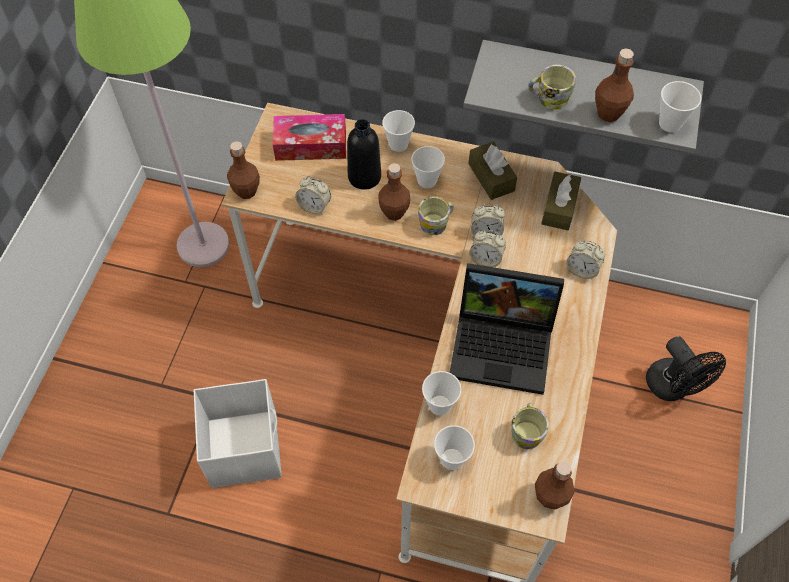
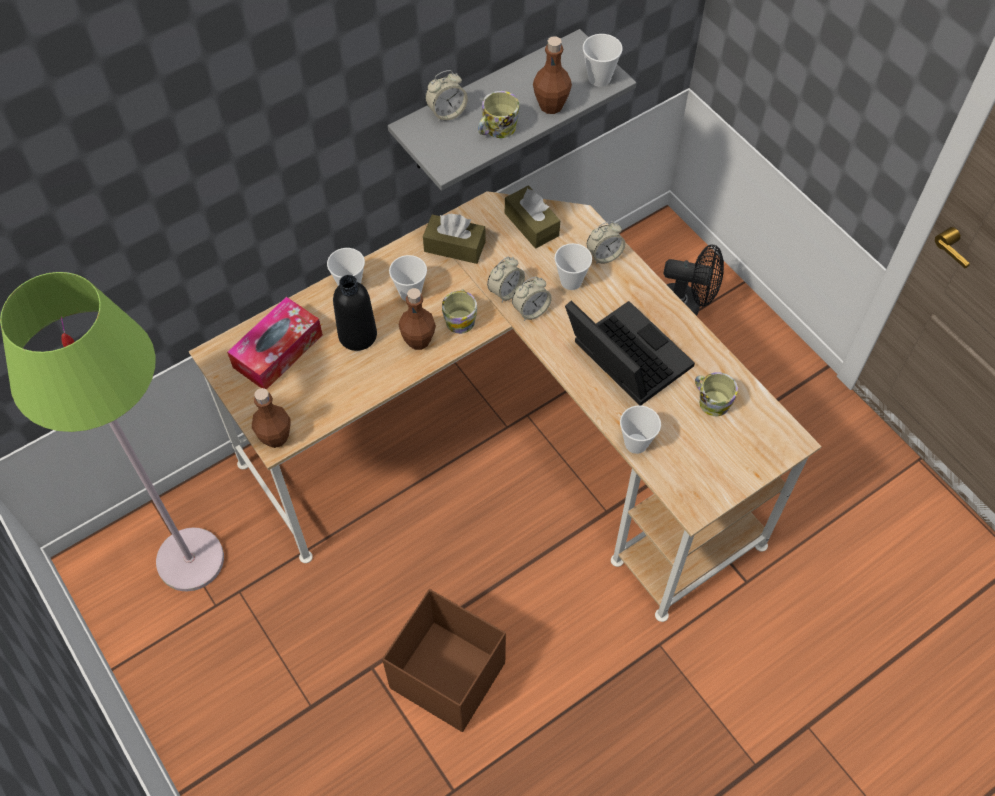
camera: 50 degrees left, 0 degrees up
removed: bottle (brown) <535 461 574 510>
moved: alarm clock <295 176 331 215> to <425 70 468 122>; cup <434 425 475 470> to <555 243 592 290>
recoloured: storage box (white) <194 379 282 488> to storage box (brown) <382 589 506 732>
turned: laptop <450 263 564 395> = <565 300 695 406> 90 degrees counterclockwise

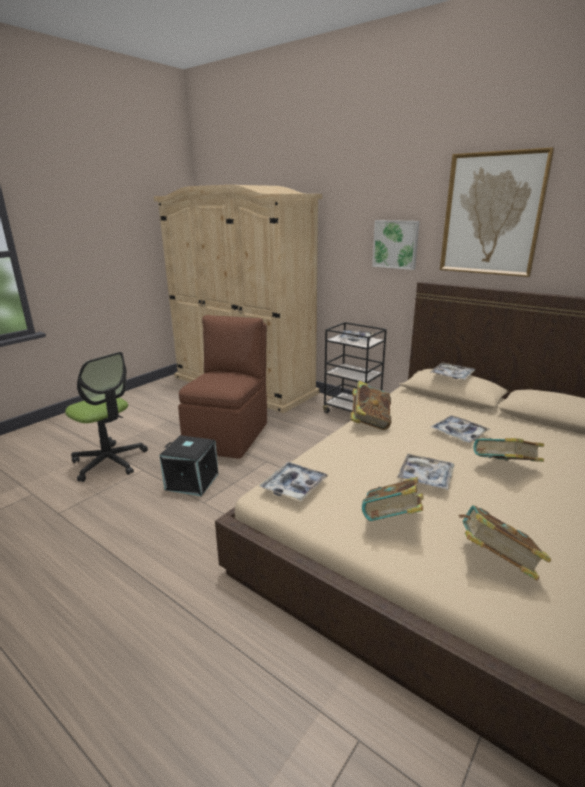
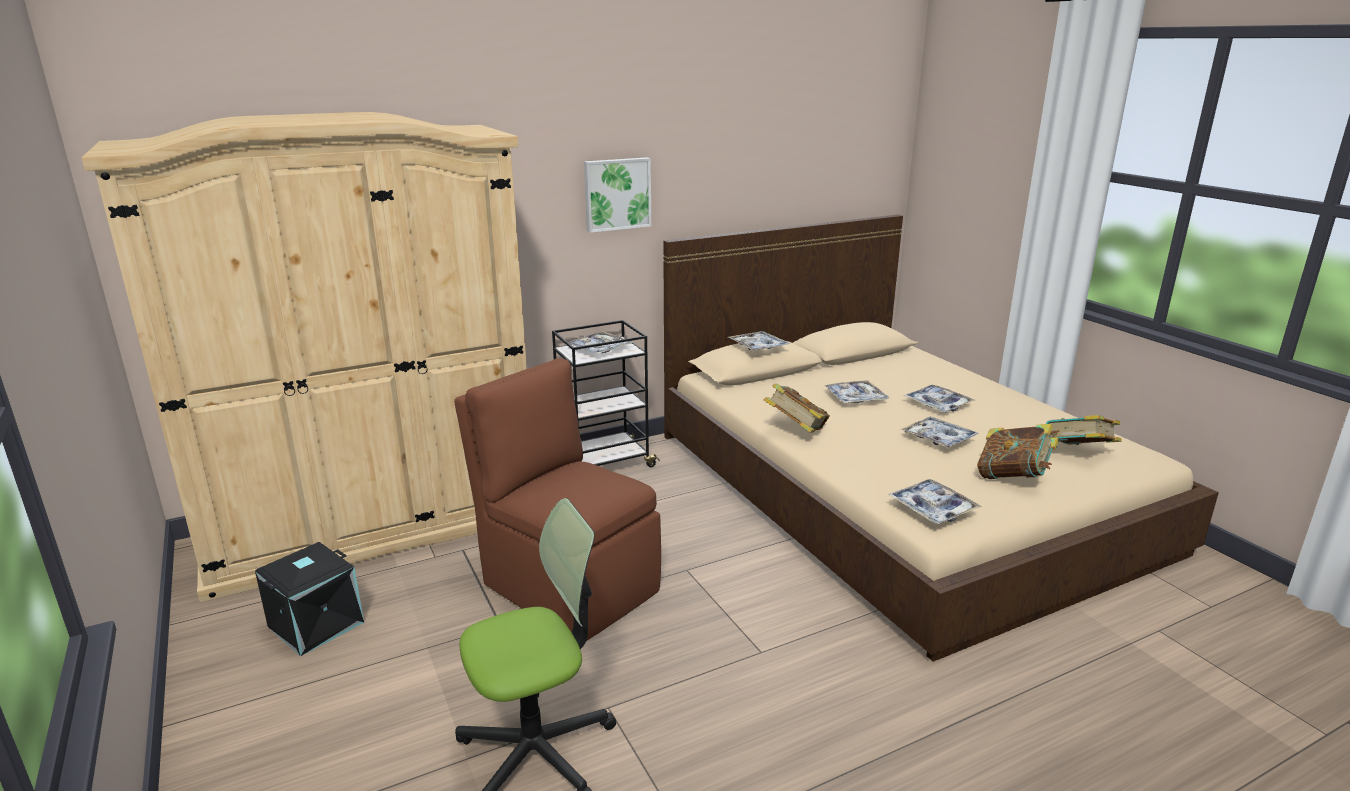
camera: 65 degrees left, 0 degrees up
removed: picture <440 147 554 277>
moved: storage box (black) <160 435 218 496> to <255 542 364 656>
replaced: book <473 438 544 462> to tray <903 385 975 412>

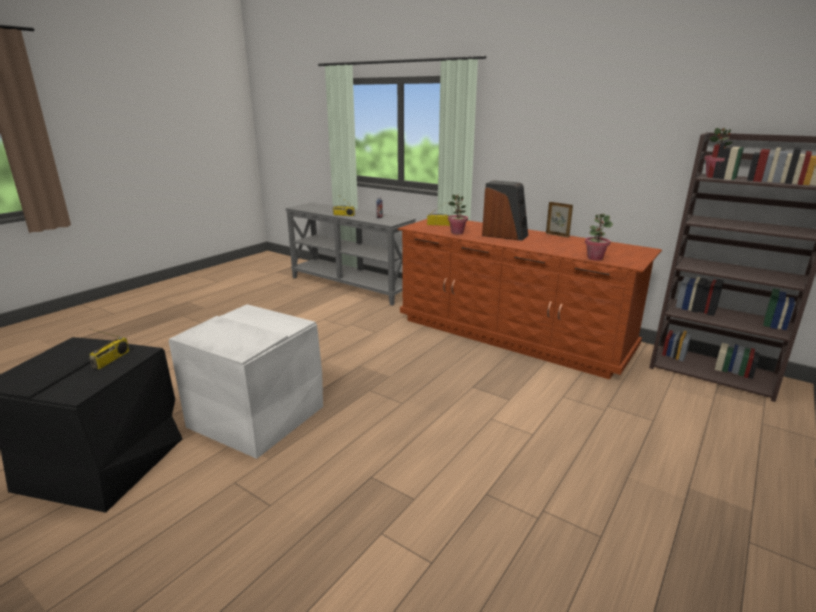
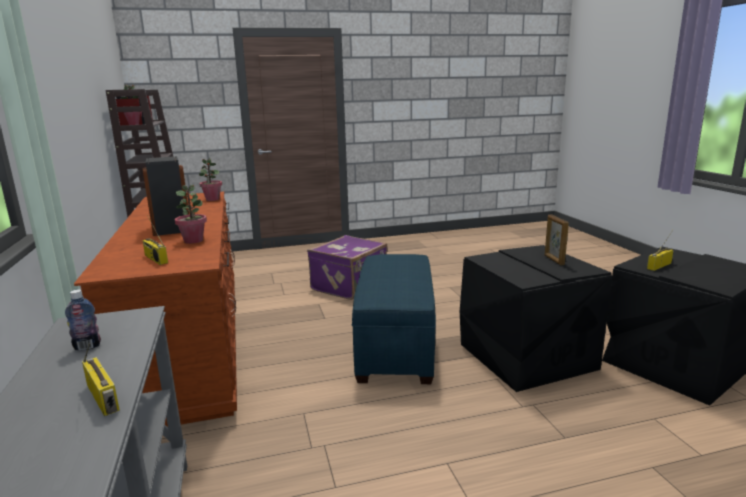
camera: 140 degrees left, 5 degrees down
added: suitcase (purple) <307 235 388 300>; ottoman (blue) <352 254 436 384>
moved: picture frame <546 202 573 238> to <545 215 569 265>
recoloured: storage box (white) <169 304 323 459> to storage box (black) <460 245 612 392>

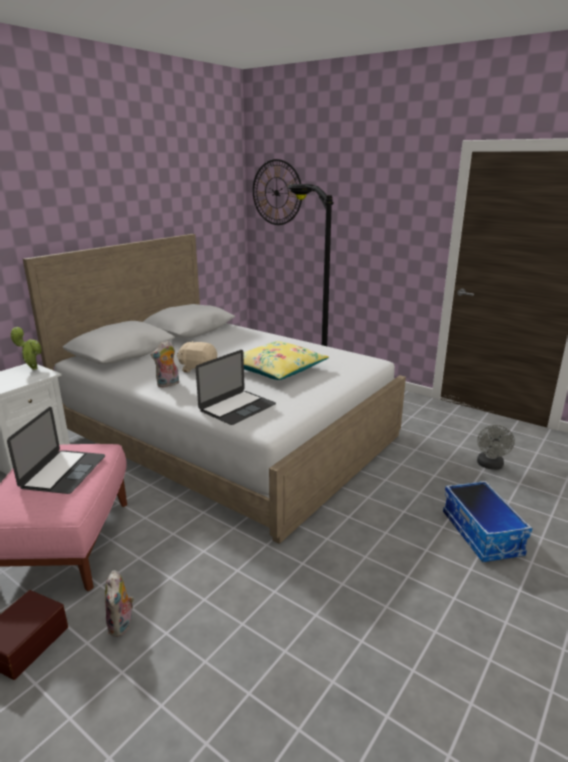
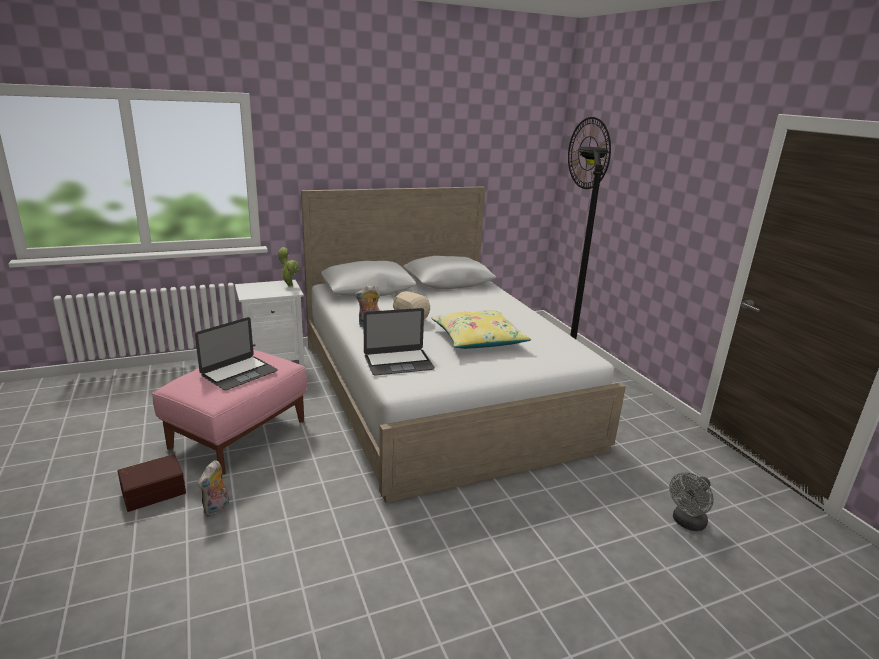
camera: 30 degrees right, 0 degrees up
removed: storage box <443 481 532 562>

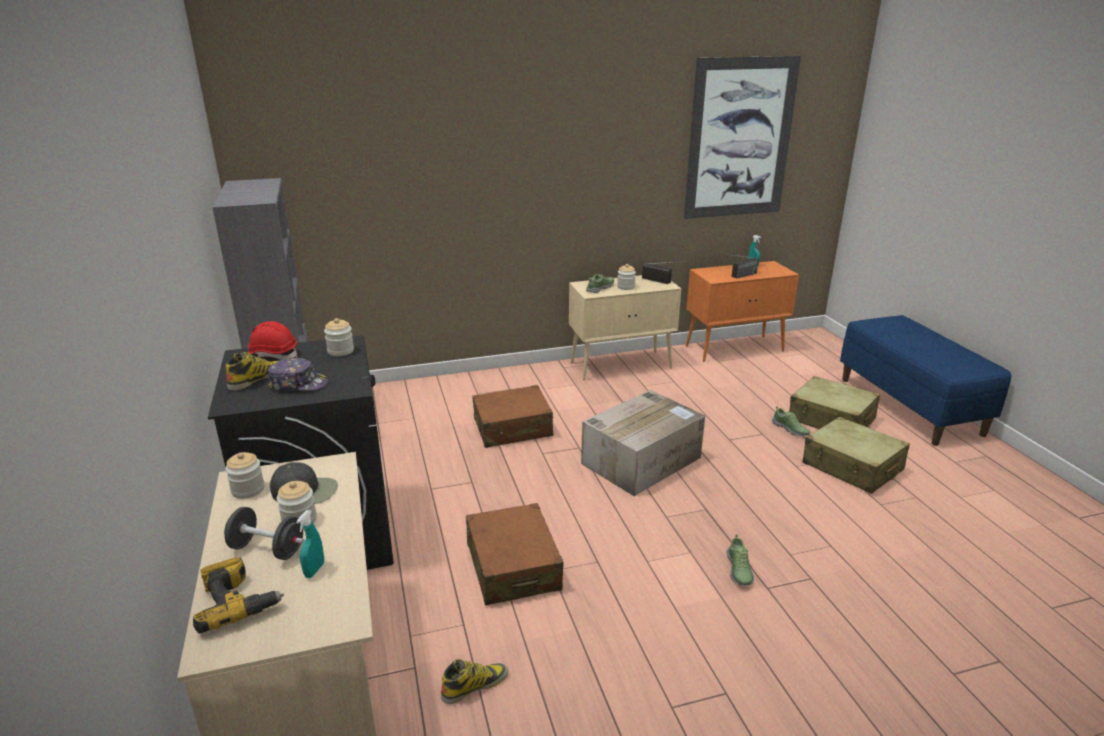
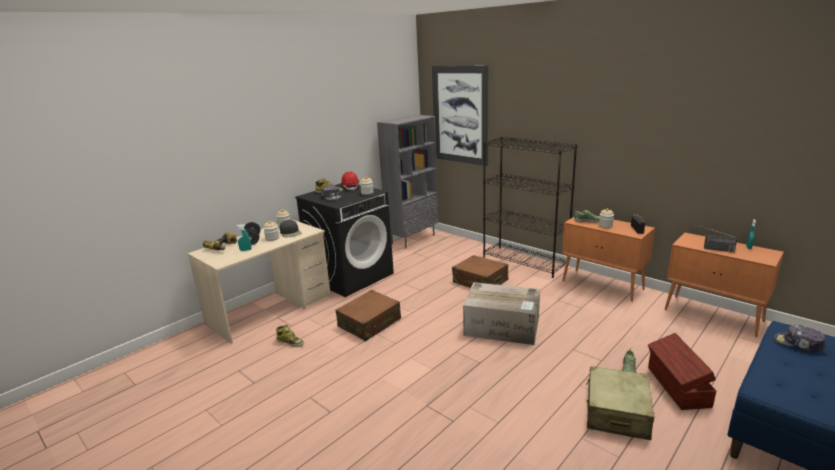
camera: 60 degrees right, 5 degrees down
removed: shoe <726 534 754 586>
added: bookcase (black) <483 137 577 278>; cap <774 325 826 352>
moved: picture <684 56 801 219> to <432 66 488 166>
replaced: suitcase (beige) <789 376 880 429> to storage box (brown) <648 333 716 410>
recoloured: cabinet (beige) <569 275 681 380> to cabinet (orange) <562 217 655 302>

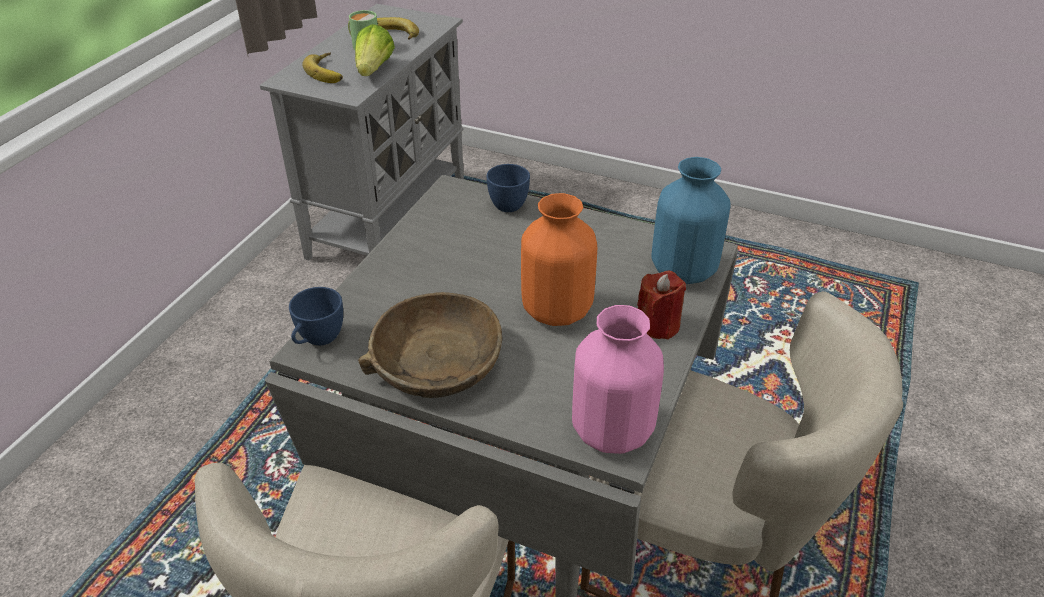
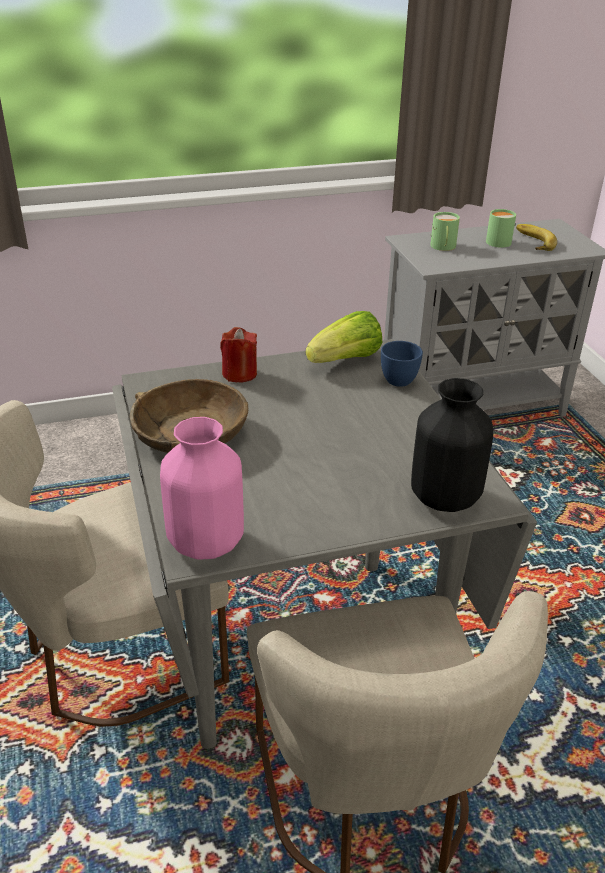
camera: 50 degrees right, 5 degrees down
removed: cup (blue) <289 287 343 346>; vase (orange) <521 193 597 326>
moved: candle (red) <637 271 686 339> to <220 327 257 383>; lettuce <355 24 395 76> to <306 311 383 363>
replaced: banana <302 53 343 83> to mug (green) <430 212 460 251>
recoloured: vase (blue) <651 157 730 284> to vase (black) <411 378 493 512>

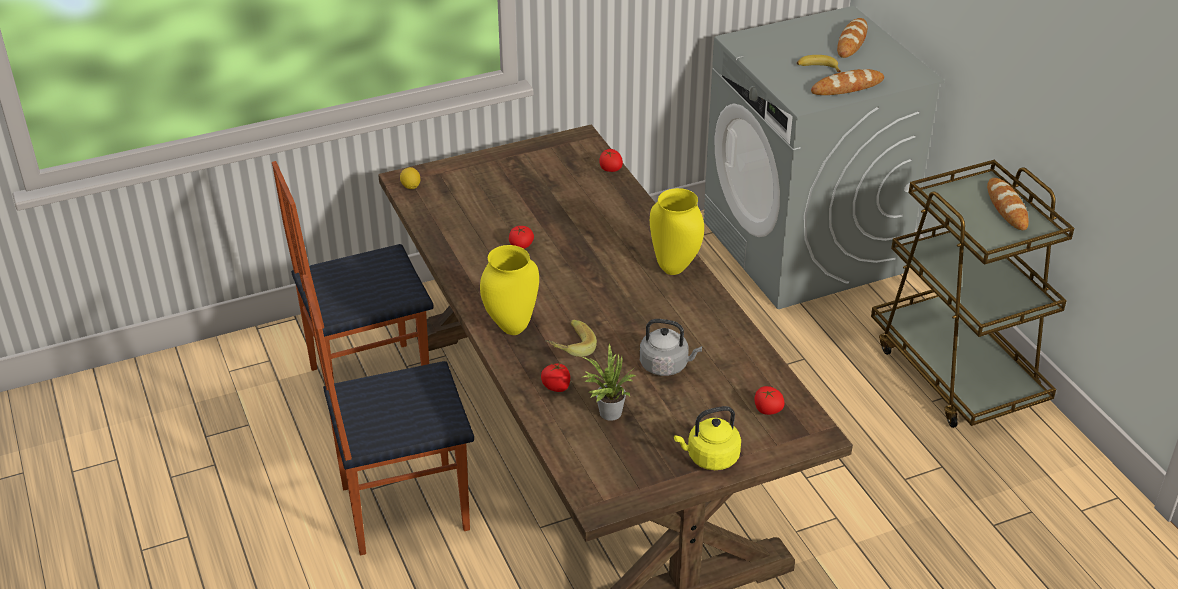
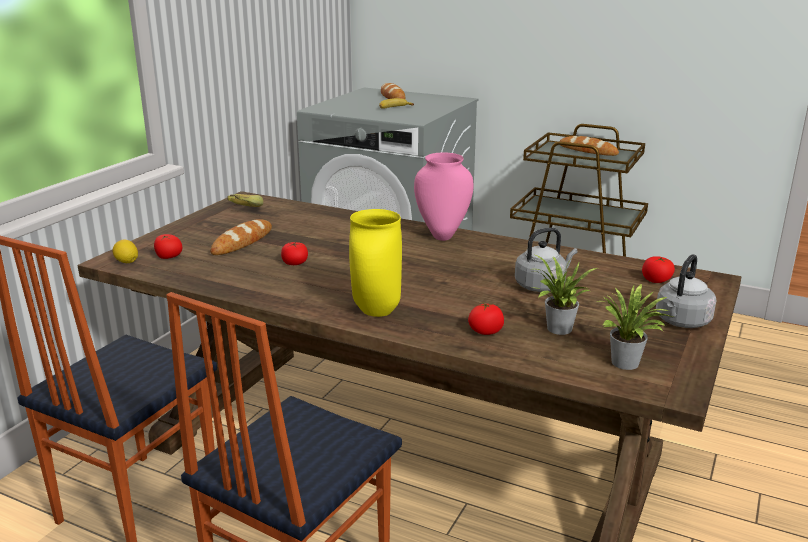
camera: 40 degrees left, 15 degrees down
added: potted plant <595 284 673 370>
moved: tomato <599 149 623 172> to <154 234 183 259>; bread <811 69 884 95> to <210 219 272 255>; banana <545 320 597 357> to <227 194 263 207>
recoloured: vase (yellow) <650 188 704 275> to vase (pink) <414 152 473 241>; kettle (yellow) <674 406 741 470> to kettle (grey) <656 254 716 328>

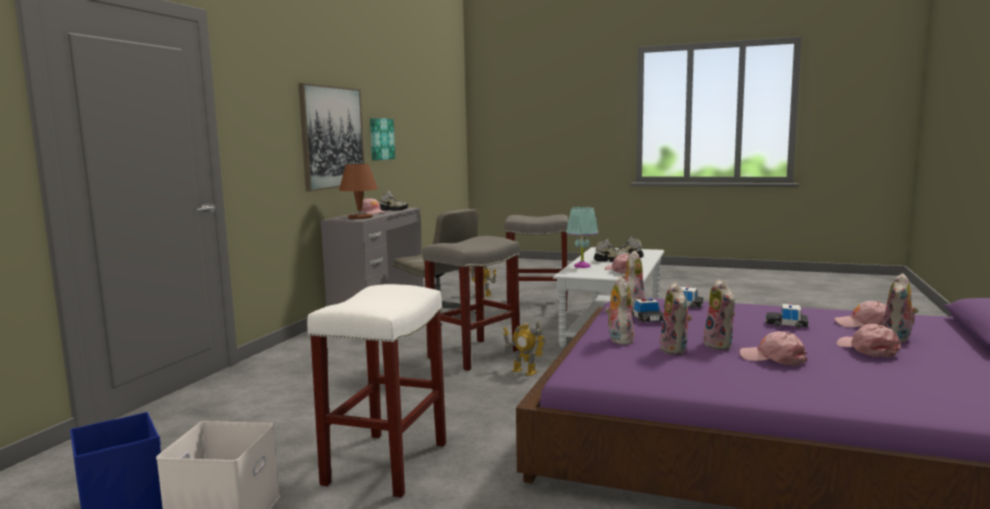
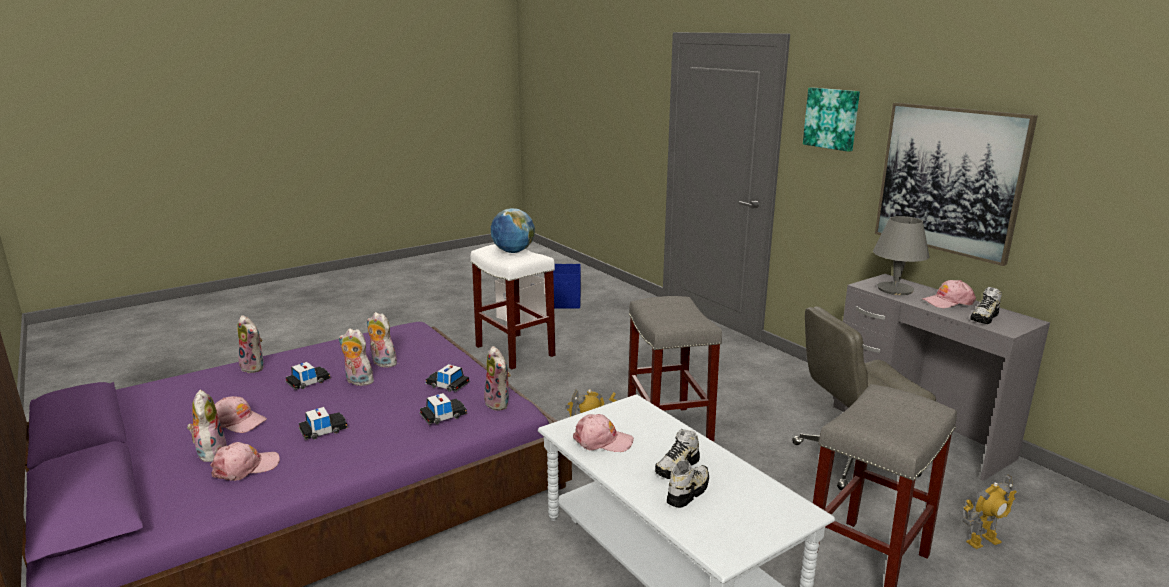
camera: 125 degrees right, 10 degrees up
removed: table lamp (turquoise) <566 207 599 268>
added: globe <491 208 535 253>
moved: plush toy <605 276 634 345> to <237 315 264 373>; picture <370 118 395 160> to <803 87 860 152>
replaced: cap (pink) <740 331 807 366> to toy car <285 362 331 390>
recoloured: table lamp (brown) <339 164 378 219> to table lamp (grey) <873 216 929 295>

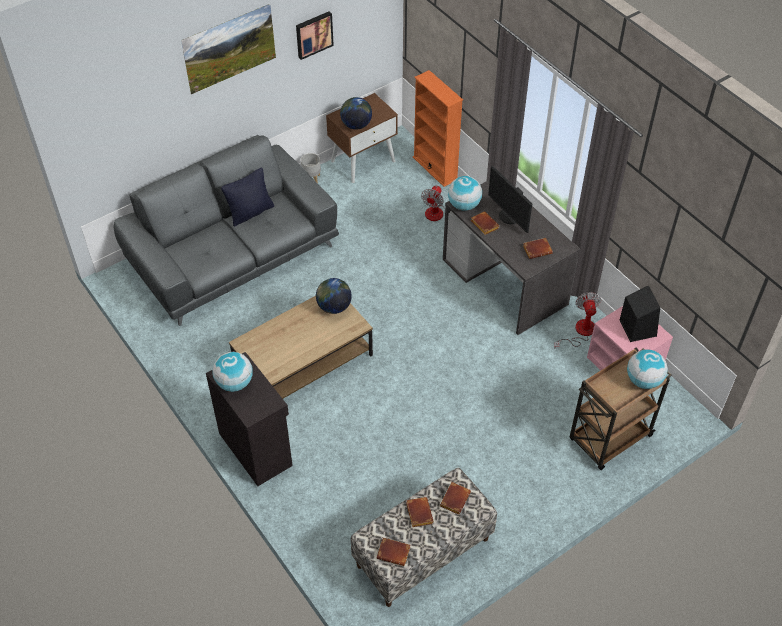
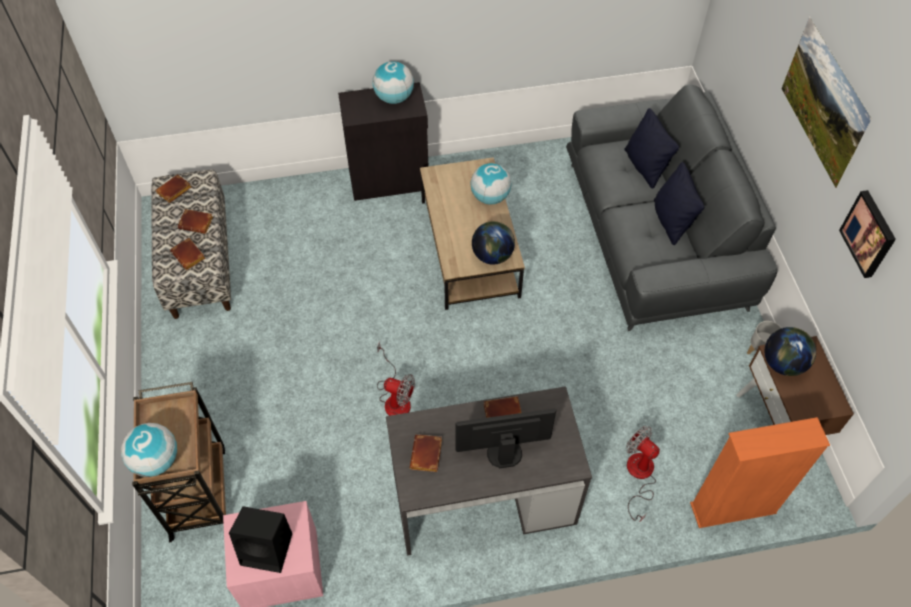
camera: 115 degrees right, 5 degrees up
added: pillow (black) <625 108 679 188>
moved: fan <554 292 601 349> to <377 342 415 416>; globe <448 176 482 211> to <470 163 511 205>

